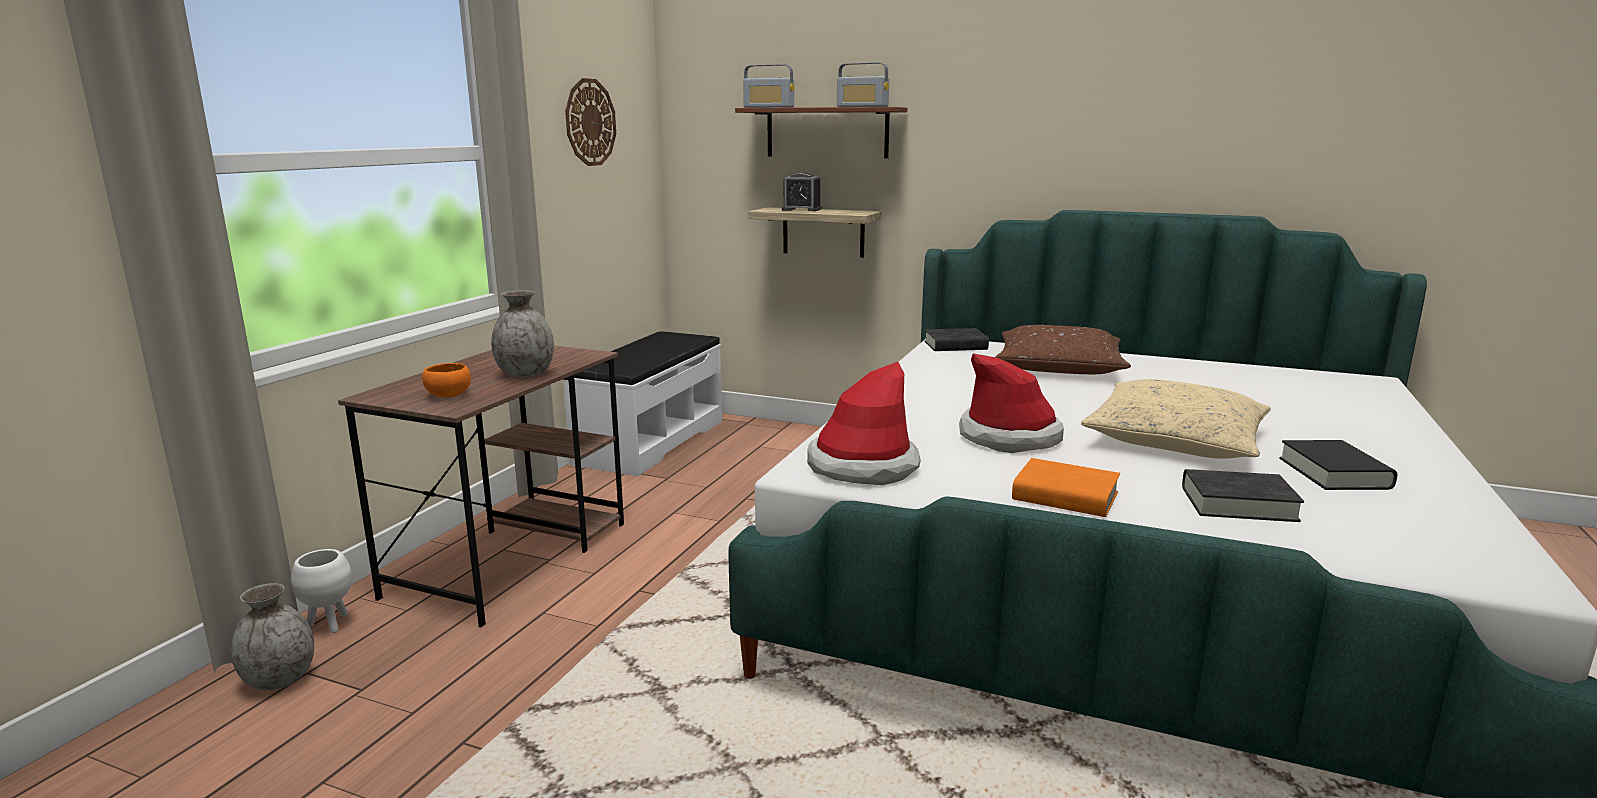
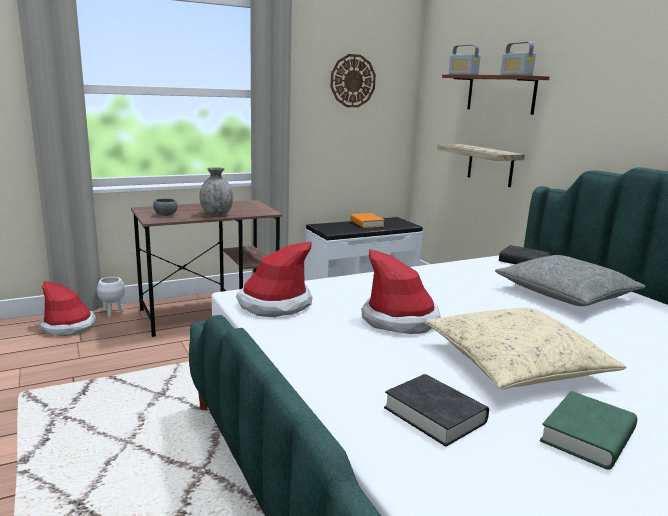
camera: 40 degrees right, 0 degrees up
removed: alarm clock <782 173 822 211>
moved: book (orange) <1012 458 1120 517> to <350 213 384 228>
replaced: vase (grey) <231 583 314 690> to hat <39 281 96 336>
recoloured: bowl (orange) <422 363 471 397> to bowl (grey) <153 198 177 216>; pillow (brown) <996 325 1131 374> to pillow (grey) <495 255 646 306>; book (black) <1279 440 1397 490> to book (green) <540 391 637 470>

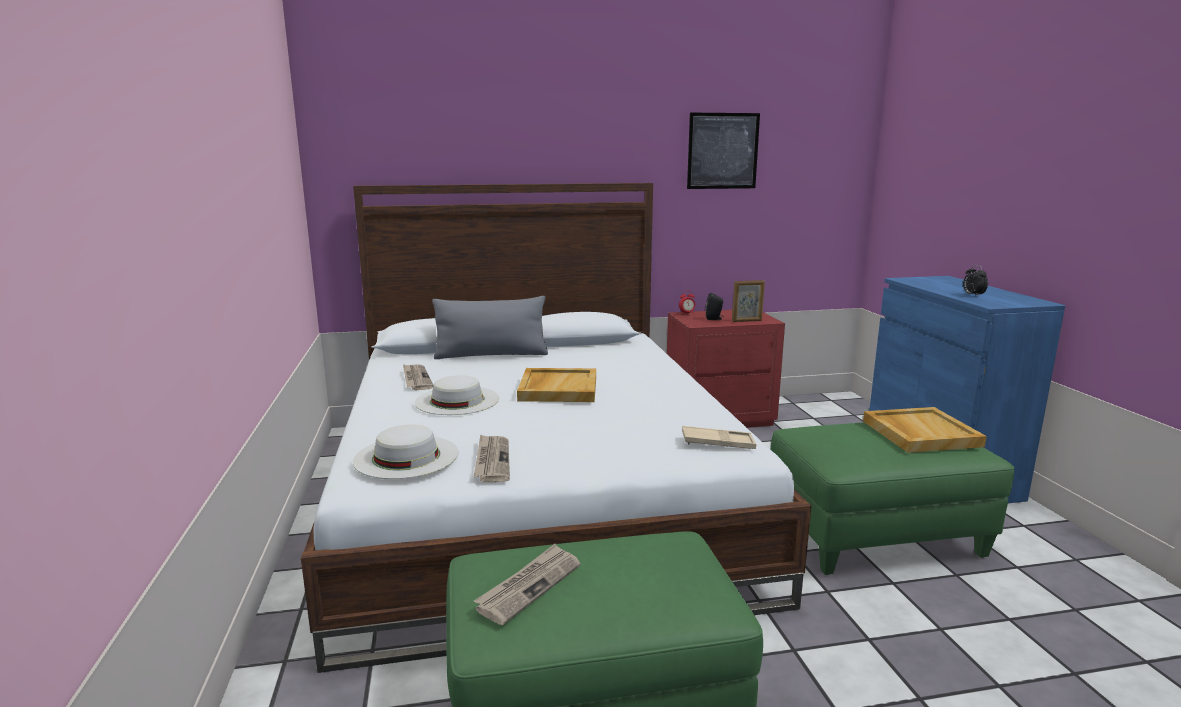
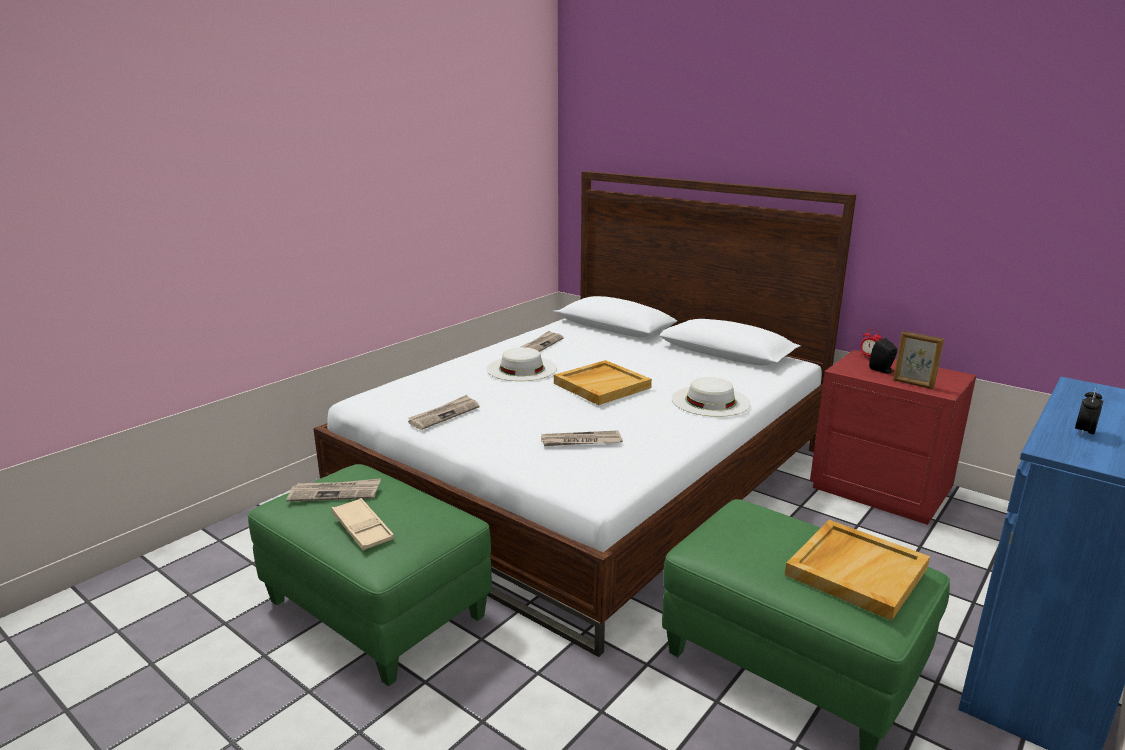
camera: 50 degrees right, 5 degrees up
removed: pillow (grey) <432 296 548 359>; picture <687 113 760 189>
added: newspaper <541 430 623 446>
moved: tray (beige) <682 426 756 449> to <332 498 394 550>; hat (white) <353 425 458 479> to <672 377 750 417>

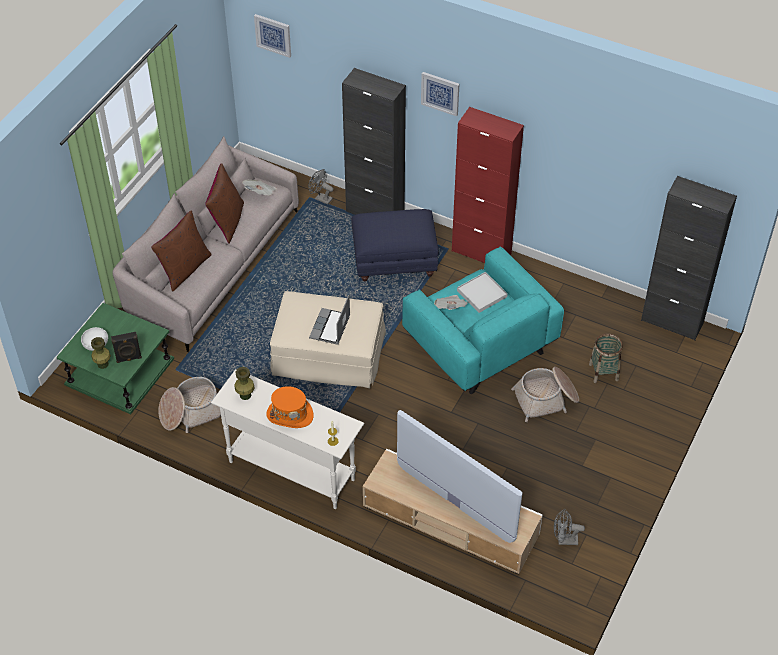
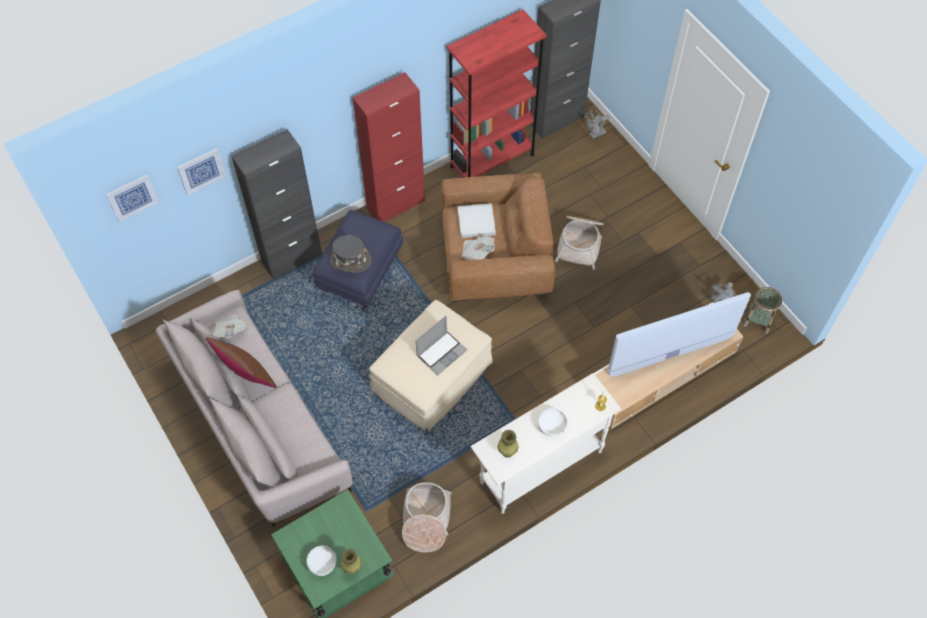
camera: 60 degrees left, 10 degrees up
removed: speaker (black) <111 332 142 363>; pillow (brown) <151 210 212 292>
added: hat (grey) <329 235 372 272>; bookcase (red) <447 10 546 178>
moved: picture <421 72 459 116> to <177 148 226 195>; fan (grey) <308 169 334 205> to <585 108 609 139>; basket <589 334 623 383> to <743 287 782 334>
replaced: hat (orange) <266 386 314 428> to bowl (white) <538 408 567 436>
recoloured: armchair (turquoise) <402 247 564 394> to armchair (brown) <441 173 555 301>
turned: laptop <309 295 350 345> = <416 316 467 376> 90 degrees counterclockwise

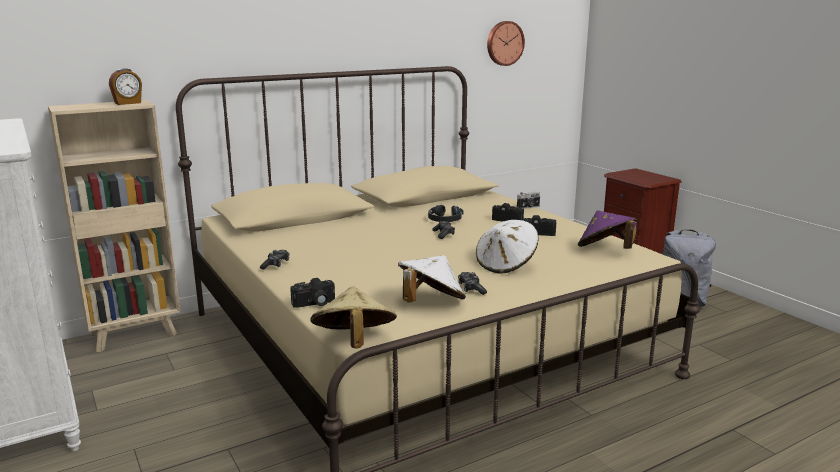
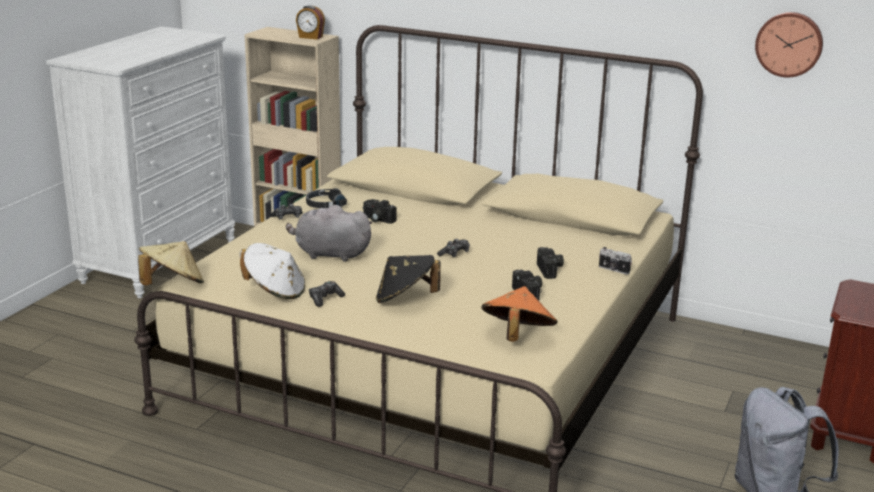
camera: 55 degrees right, 5 degrees up
added: plush toy (grey) <286 205 373 262>
moved: headphones (black) <428 205 464 222> to <306 188 347 208>; photo camera <290 278 335 308> to <363 199 396 224>
recoloured: hat (white) <476 220 539 273> to hat (black) <376 255 441 303>; hat (purple) <578 210 637 249> to hat (orange) <481 286 558 342>

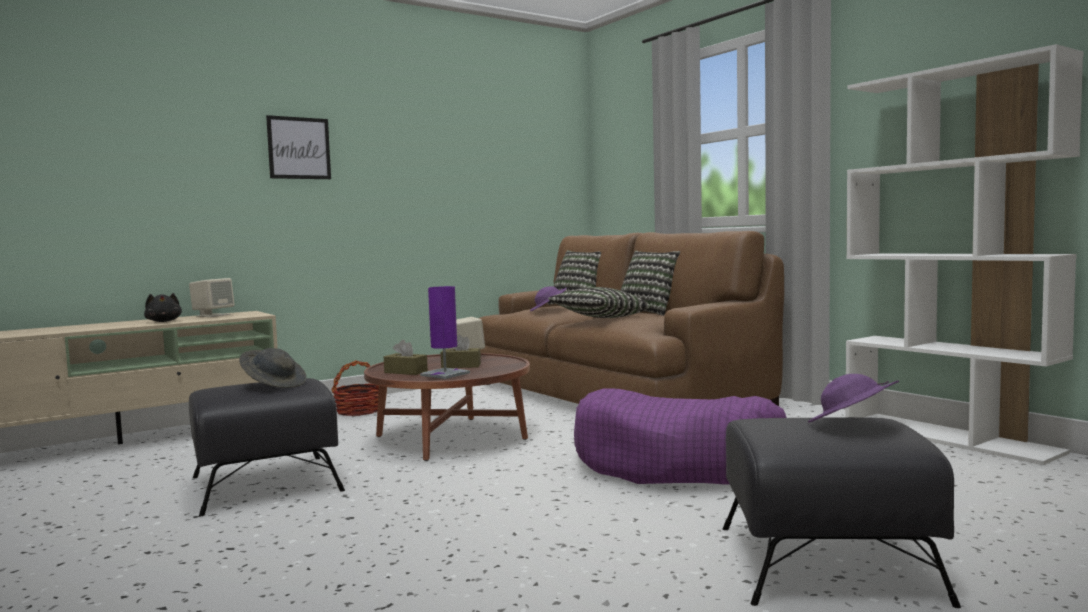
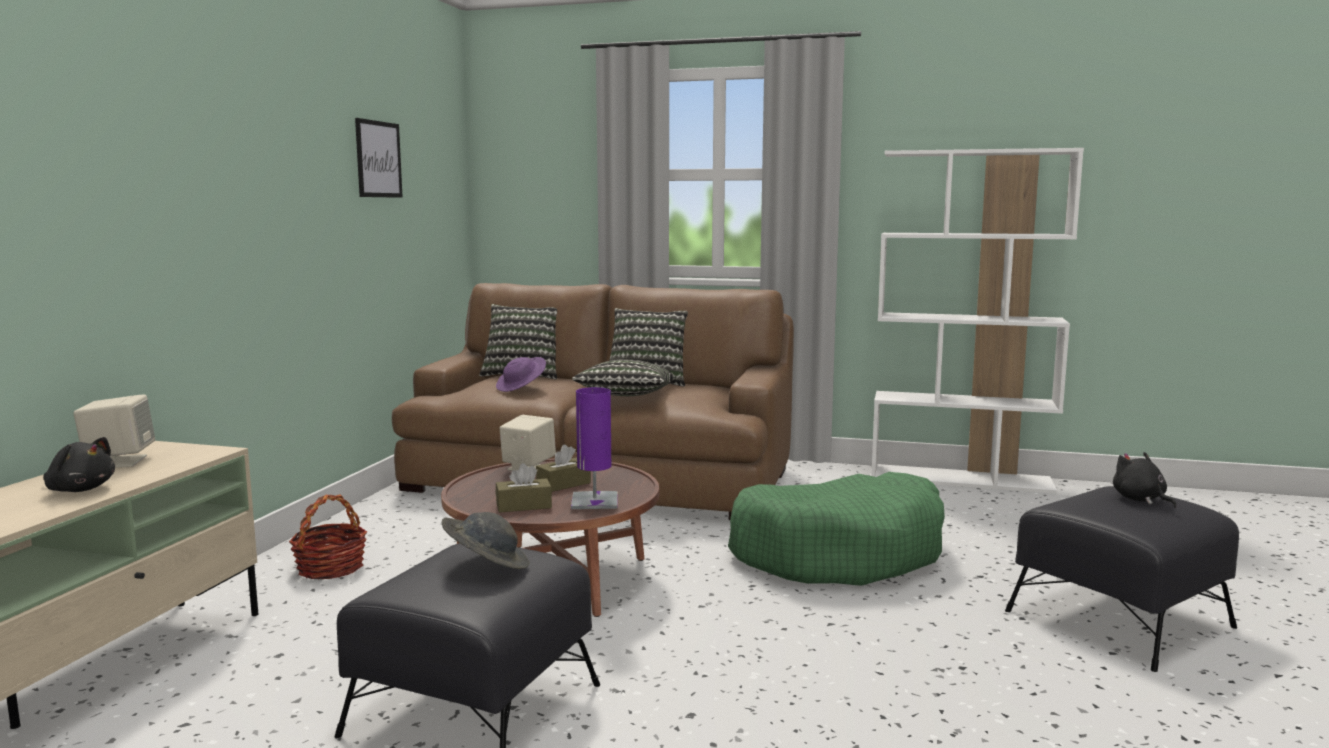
camera: 40 degrees left, 5 degrees up
moved: picture <266 115 331 179> to <355 118 403 198>
replaced: hat (purple) <808 374 899 423> to plush toy (black) <1113 452 1177 508>
recoloured: dog bed (purple) <574 388 787 485> to dog bed (green) <728 472 945 586>

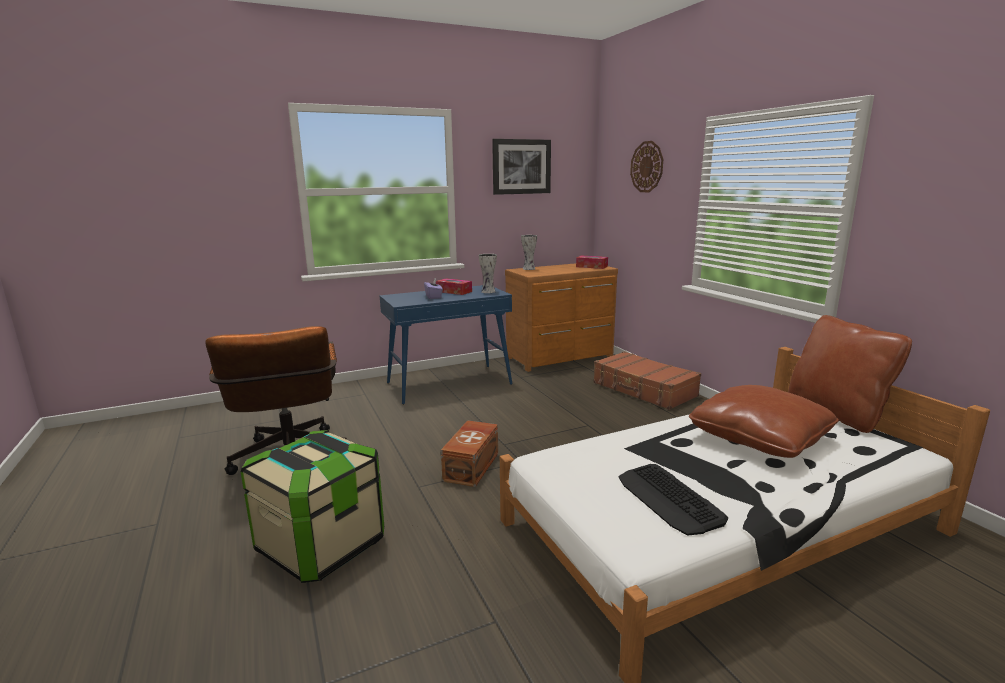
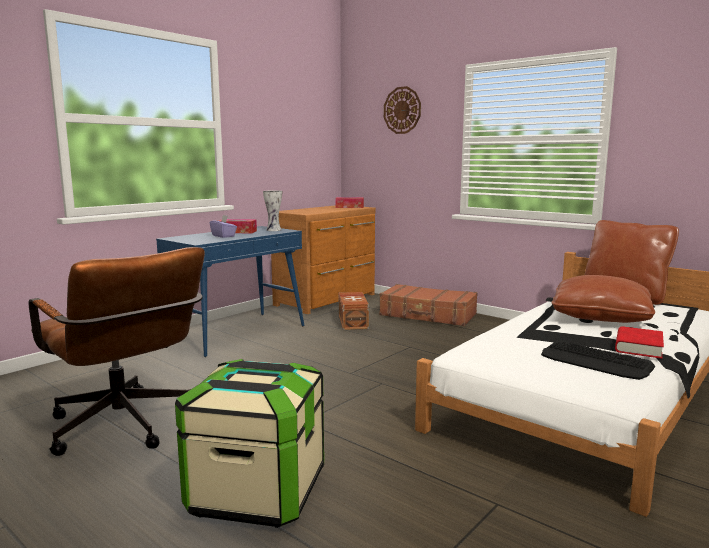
camera: 25 degrees left, 5 degrees down
removed: picture <492 139 551 195>; vase <521 235 537 270>
added: book (red) <615 326 664 359>
moved: storage box (brown) <441 420 498 487> to <339 292 369 330>

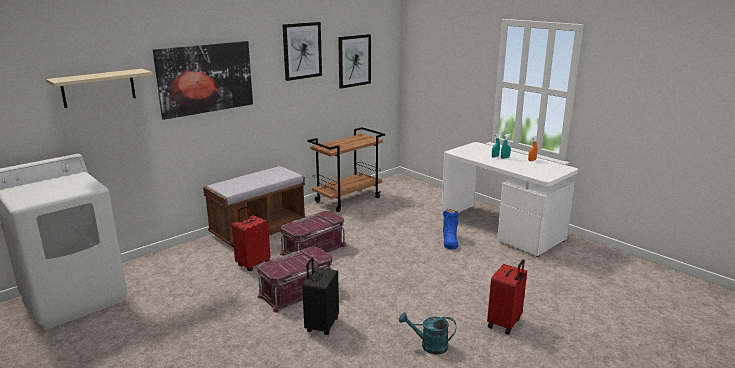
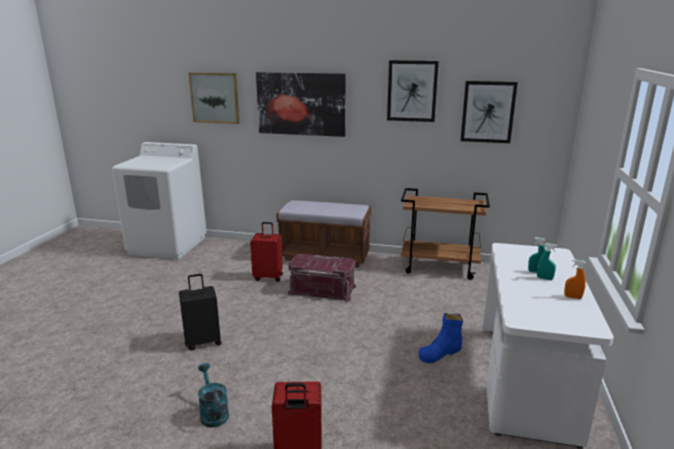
camera: 55 degrees right, 0 degrees up
removed: storage box (red) <257 247 333 313>
replaced: shelf (beige) <46 69 153 108> to picture <189 72 239 124>

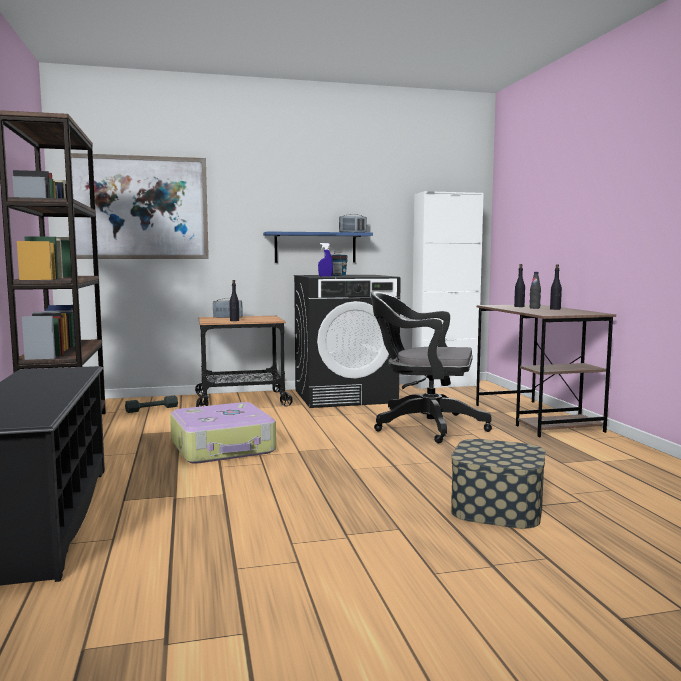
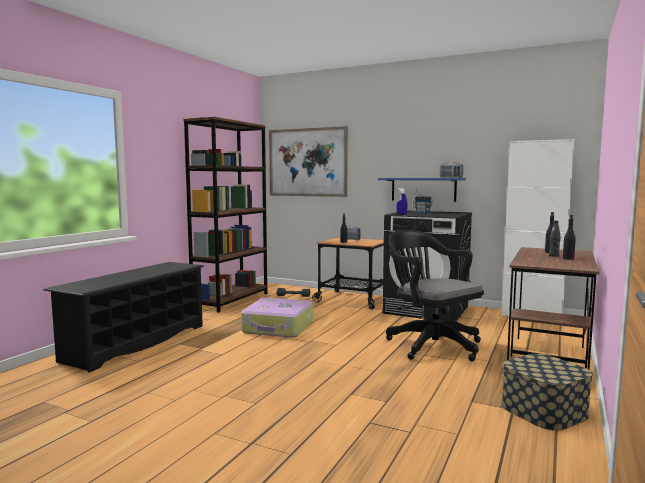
camera: 40 degrees right, 0 degrees up
moved: storage box <451 439 546 529> to <502 354 593 431>

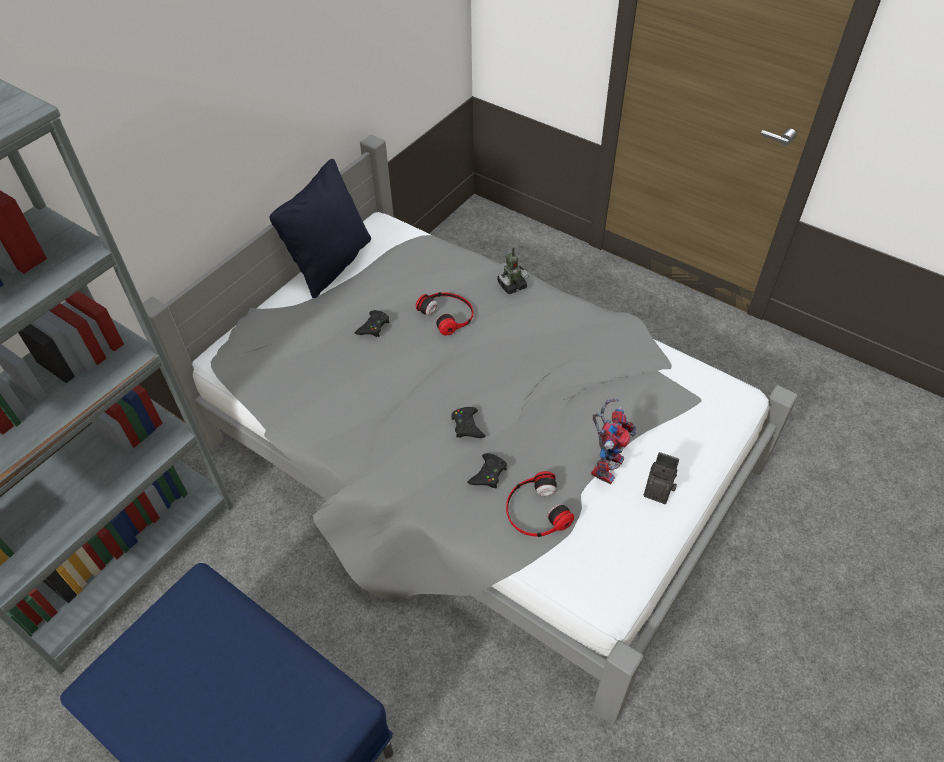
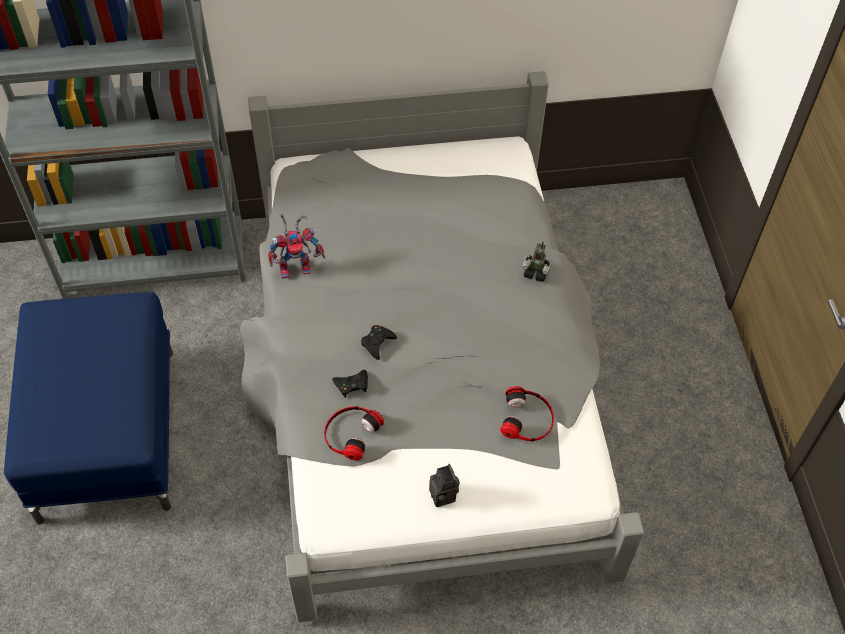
camera: 45 degrees right, 5 degrees up
removed: pillow (black) <270 159 371 298>; game controller (black) <355 310 390 337>
moved: toy robot <591 398 637 484> to <268 214 325 279>; headphones <416 292 473 335> to <500 386 554 441>

